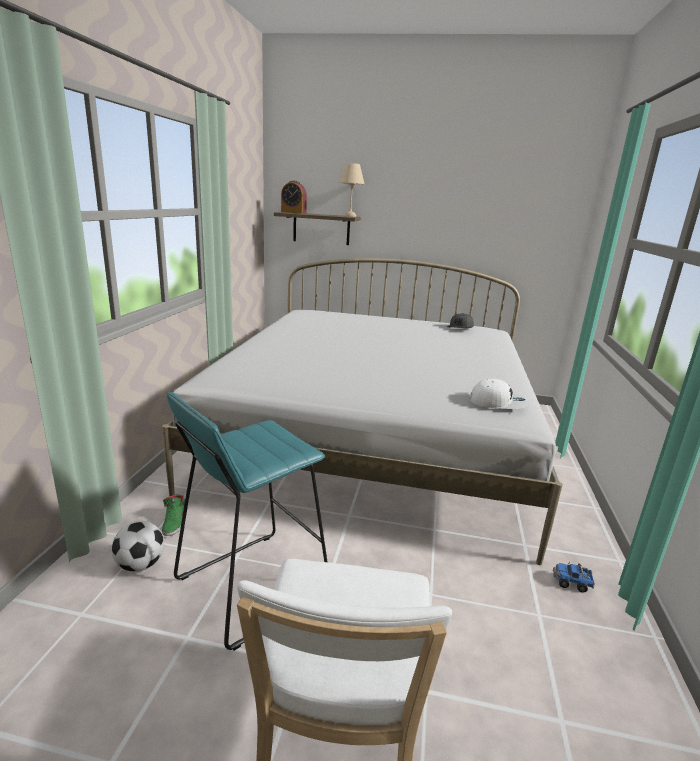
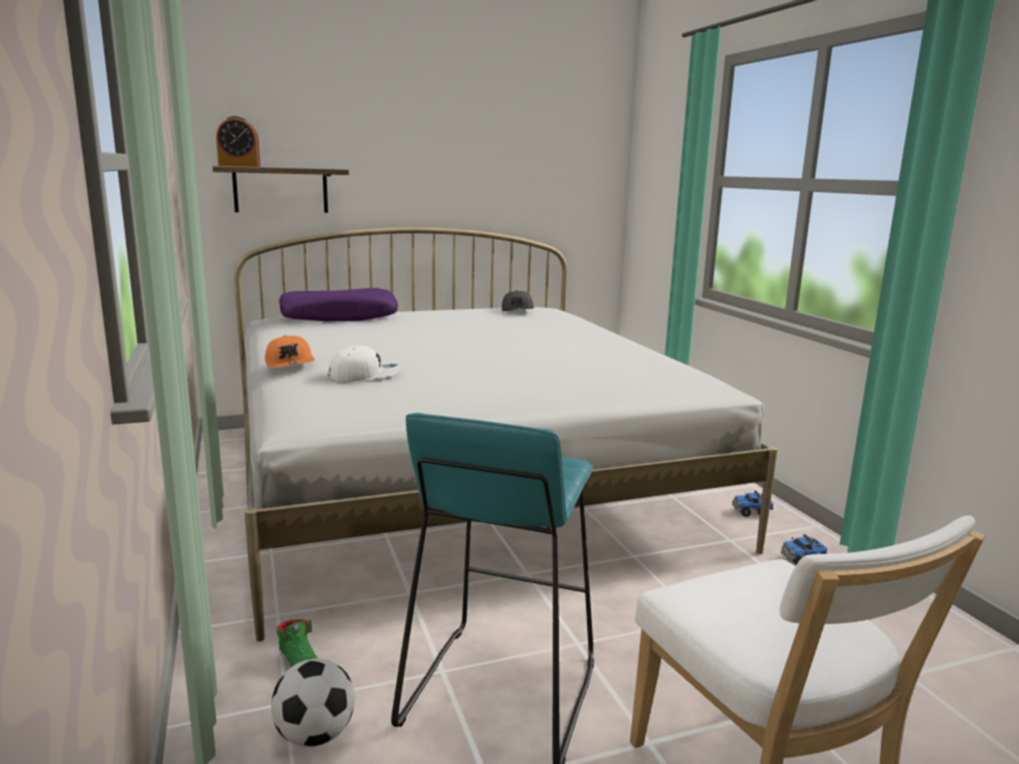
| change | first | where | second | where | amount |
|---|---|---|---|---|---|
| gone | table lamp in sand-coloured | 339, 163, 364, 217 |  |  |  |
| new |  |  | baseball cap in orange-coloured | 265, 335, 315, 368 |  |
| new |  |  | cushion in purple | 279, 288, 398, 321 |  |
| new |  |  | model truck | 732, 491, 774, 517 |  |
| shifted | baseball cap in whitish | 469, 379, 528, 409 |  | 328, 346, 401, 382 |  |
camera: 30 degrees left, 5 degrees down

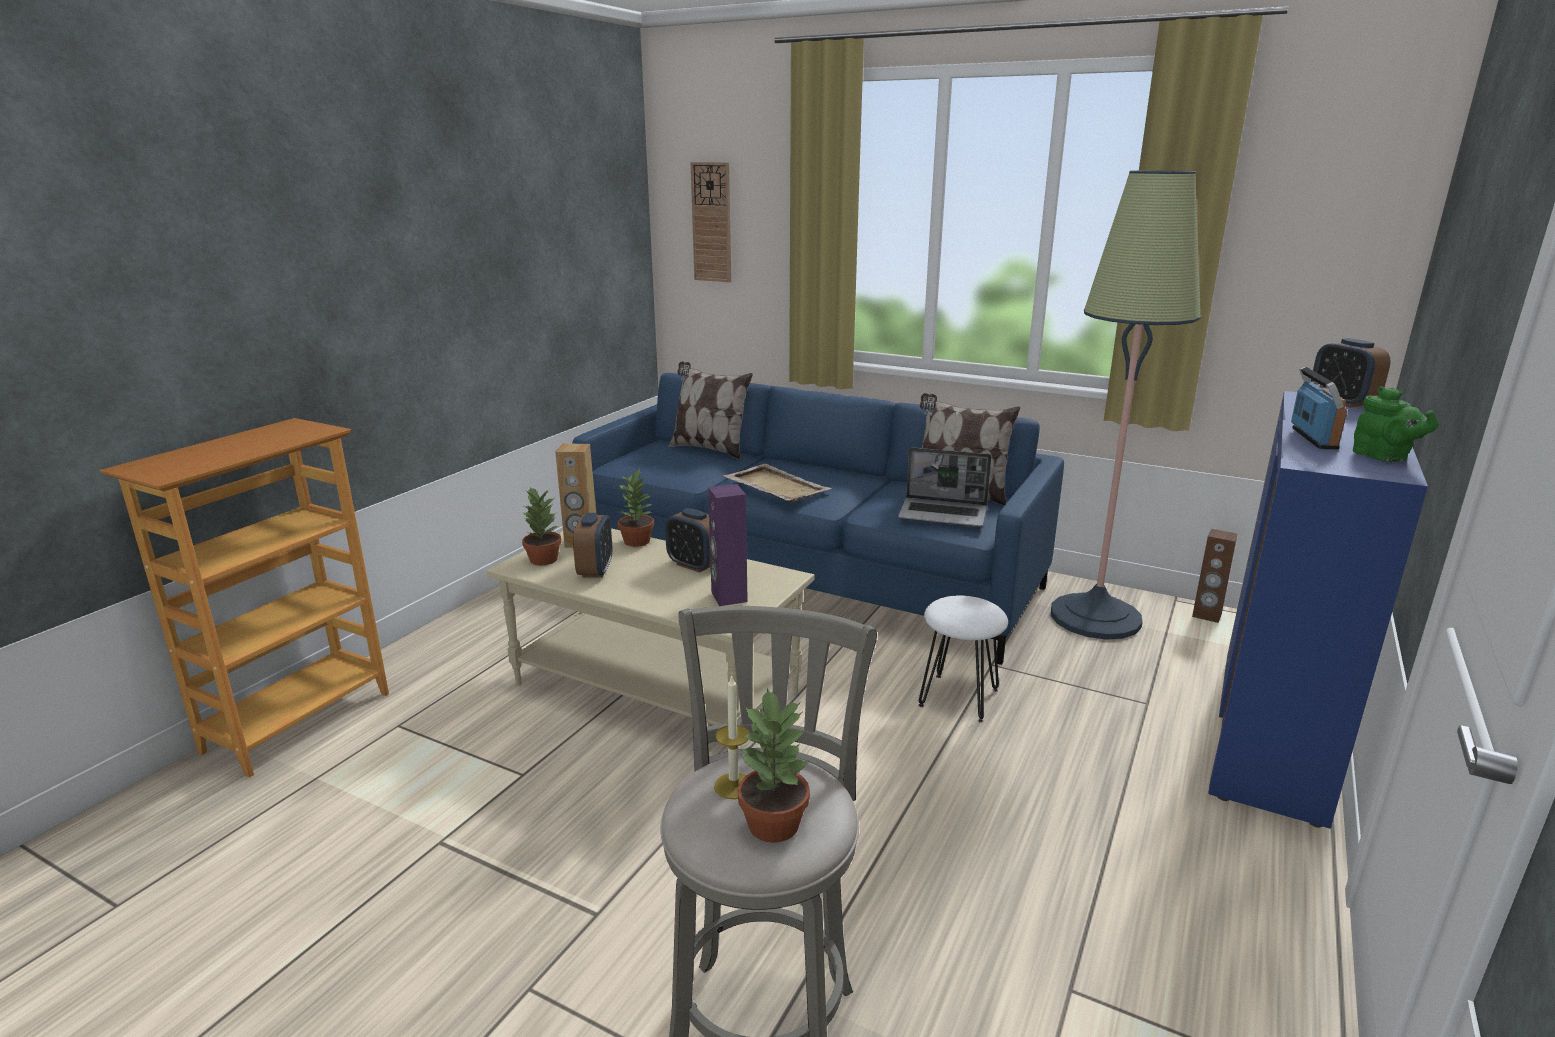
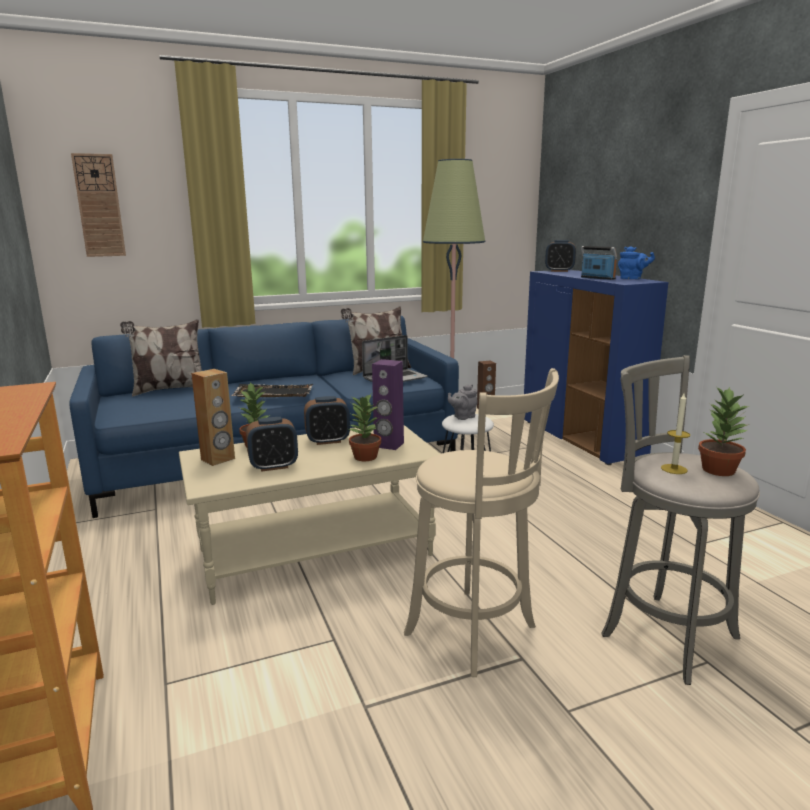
| change | first | where | second | where | amount |
|---|---|---|---|---|---|
| new |  |  | stool in sand-coloured | 404, 368, 559, 677 |  |
| new |  |  | tea pot in gray | 448, 384, 478, 420 |  |
| shifted | houseplant | 522, 487, 561, 565 |  | 349, 394, 381, 461 |  |
| repainted | tray in sand-coloured | 723, 464, 832, 502 | tray in black | 231, 384, 313, 397 |  |
| repainted | tea pot in greenish | 1353, 386, 1438, 462 | tea pot in blue | 618, 246, 655, 279 |  |
| rotated | table clock | 573, 513, 612, 578 |  | 246, 417, 298, 472 | 120 degrees clockwise |
camera: 50 degrees left, 5 degrees down

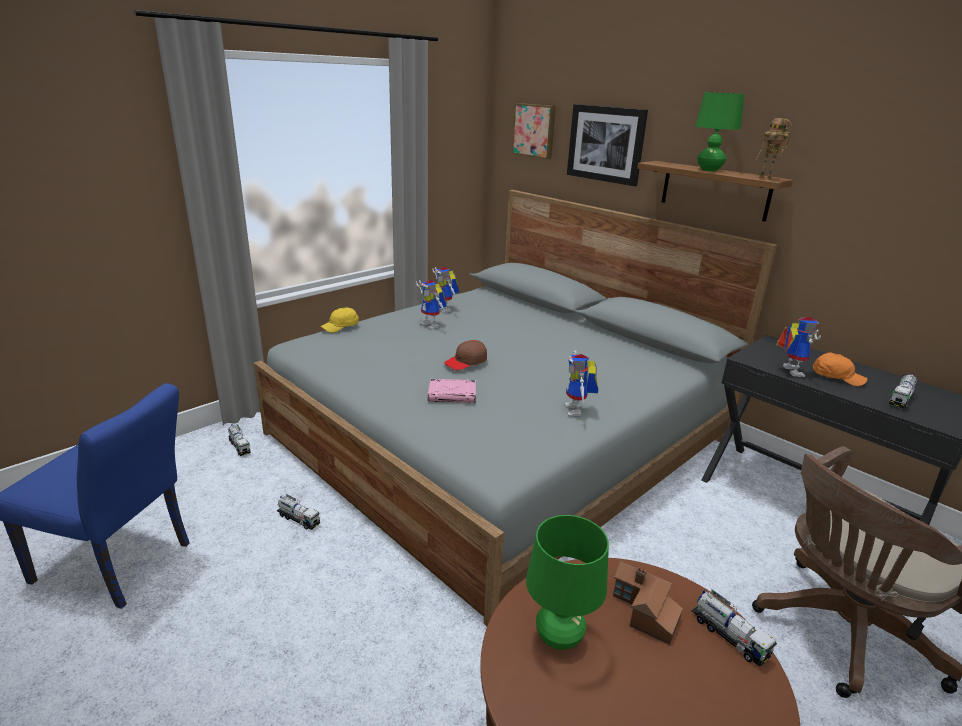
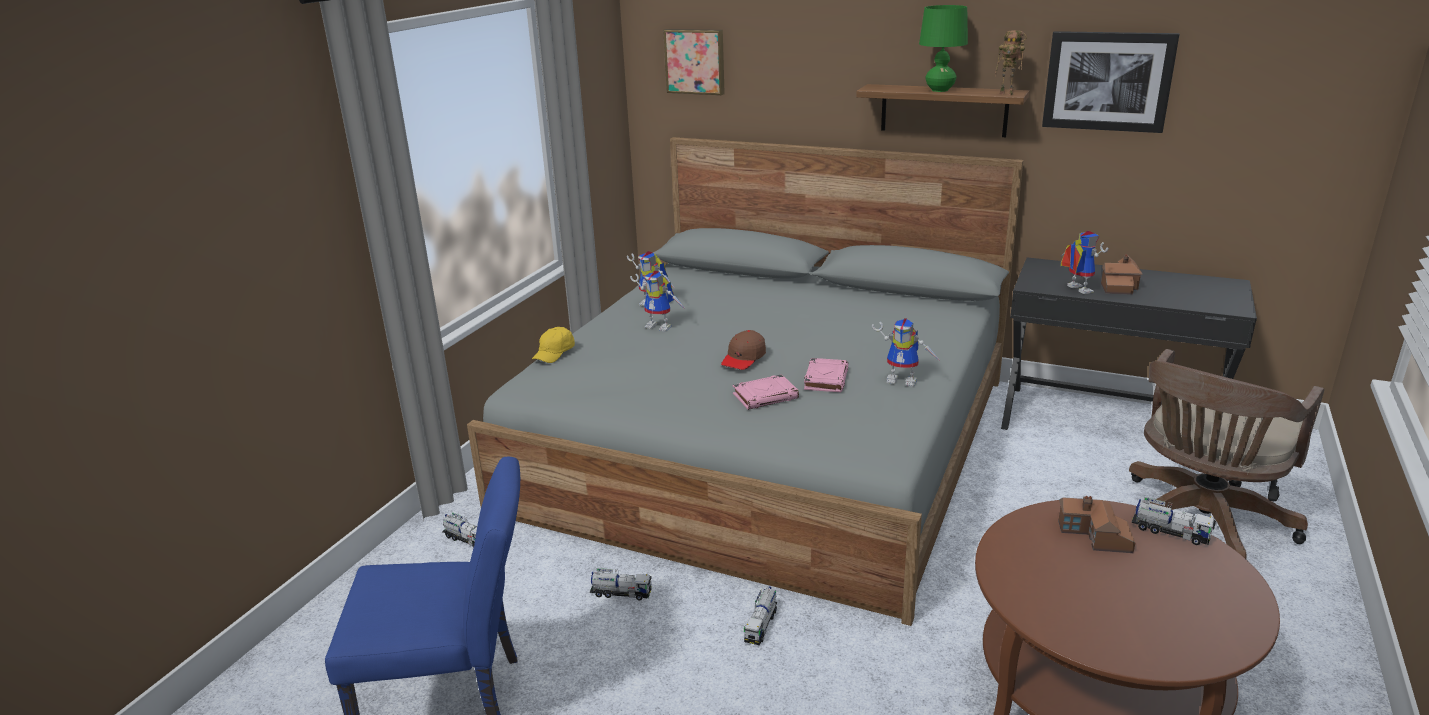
| change | first | where | second | where | amount |
|---|---|---|---|---|---|
| gone | table lamp in greenish | 526, 515, 609, 650 |  |  |  |
| new |  |  | book in pink | 804, 358, 849, 392 |  |
| shifted | wall picture | 567, 104, 648, 186 |  | 1042, 31, 1180, 133 |  |
| shifted | model truck | 889, 373, 919, 408 |  | 744, 587, 777, 645 |  |
| swapped | baseball cap in orange-coloured | 813, 352, 867, 386 | toy house | 1101, 254, 1142, 295 |  |
| rotated | model robot | 565, 350, 598, 417 |  | 872, 318, 941, 387 | 45 degrees counterclockwise |
camera: 20 degrees left, 0 degrees up

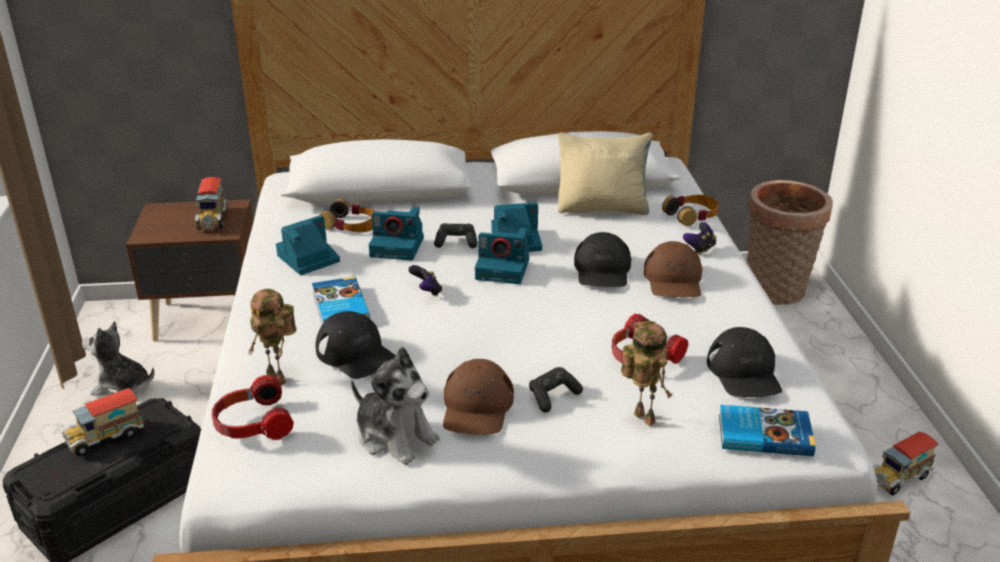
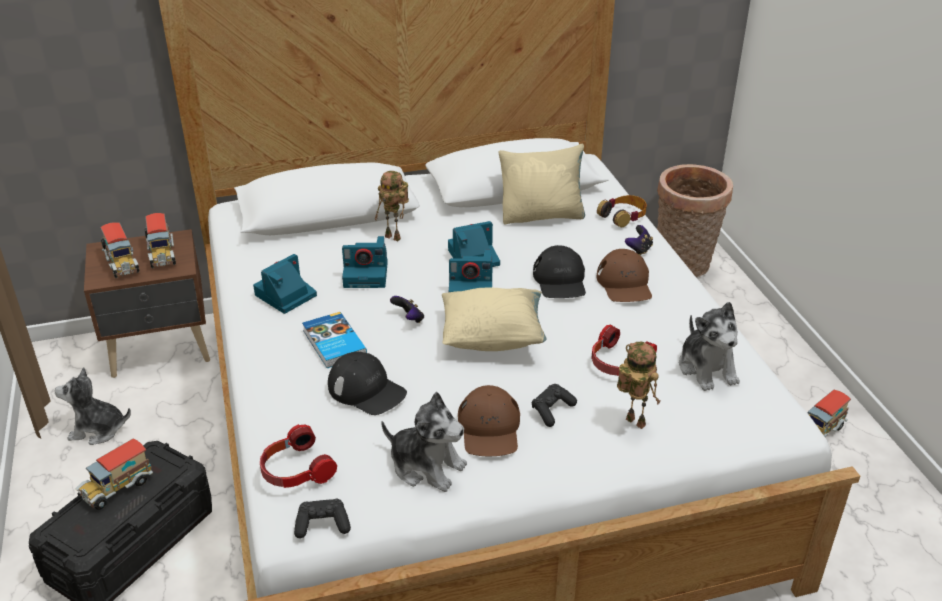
| change | first | where | second | where | amount |
|---|---|---|---|---|---|
| gone | headset | 320, 199, 375, 232 |  |  |  |
| gone | book | 719, 405, 816, 456 |  |  |  |
| new |  |  | model truck | 100, 222, 139, 278 |  |
| new |  |  | cushion in sand-coloured | 442, 288, 547, 351 |  |
| shifted | model robot | 248, 289, 297, 385 |  | 375, 171, 409, 241 |  |
| shifted | gamepad in black | 434, 223, 477, 248 |  | 294, 499, 351, 538 |  |
| swapped | baseball cap in black | 707, 327, 782, 397 | cuddly toy | 679, 302, 740, 391 |  |
camera: 10 degrees left, 5 degrees up

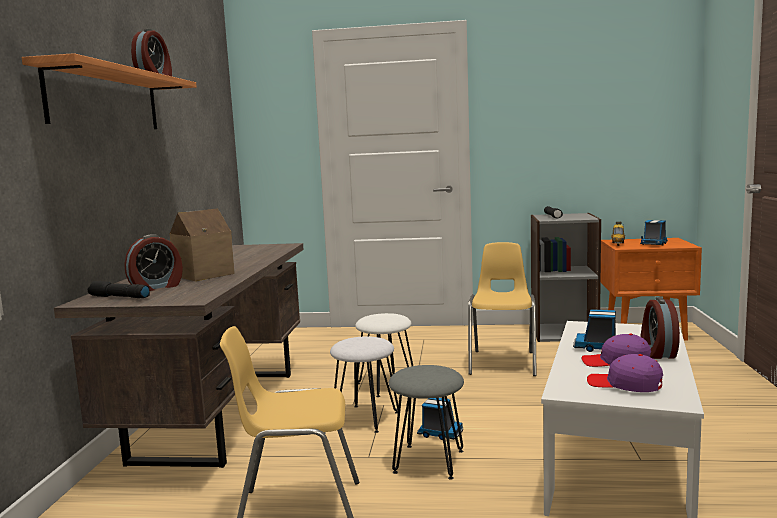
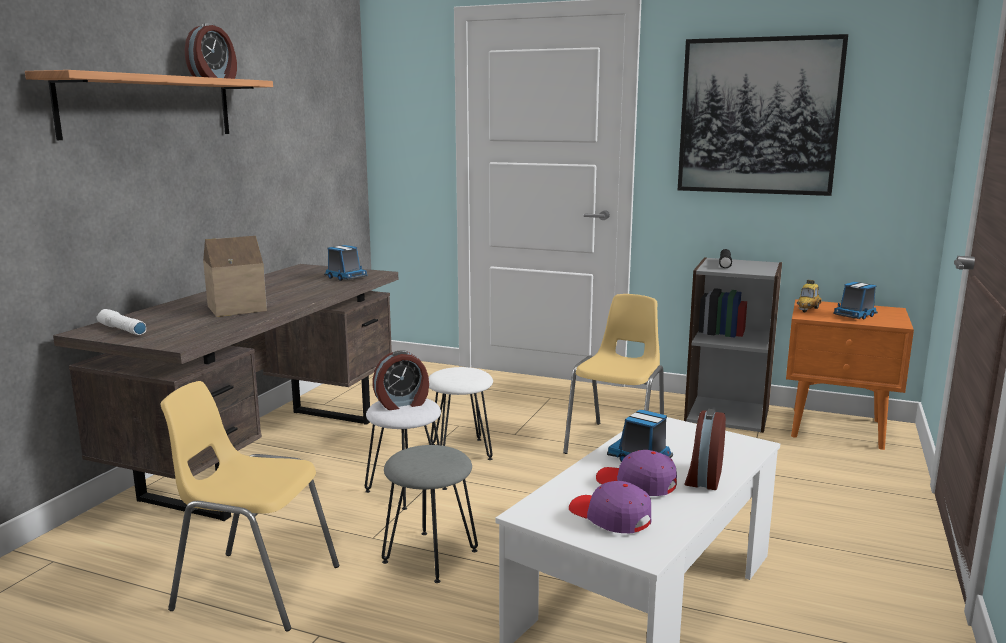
| change | first | where | second | where | amount |
|---|---|---|---|---|---|
| new |  |  | wall picture | 678, 34, 848, 196 |  |
| shifted | table clock | 124, 234, 183, 291 |  | 373, 350, 429, 410 |  |
| shifted | model truck | 417, 398, 463, 440 |  | 324, 245, 367, 281 |  |
| repainted | torch in black | 88, 281, 150, 298 | torch in whitish | 97, 309, 146, 335 |  |
camera: 15 degrees right, 5 degrees up

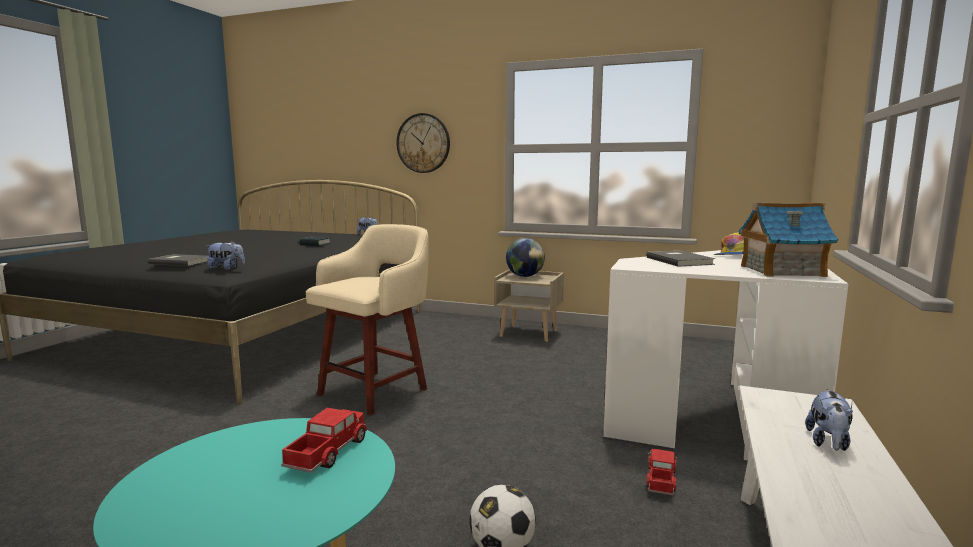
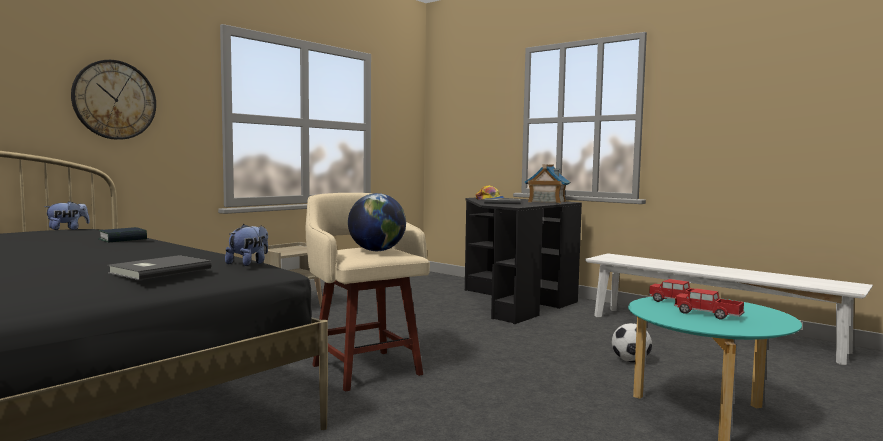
| change | first | where | second | where | amount |
|---|---|---|---|---|---|
| gone | cuddly toy | 805, 389, 853, 451 |  |  |  |
| shifted | world globe | 506, 238, 545, 277 |  | 348, 193, 406, 251 |  |
| shifted | model truck | 647, 449, 677, 496 |  | 674, 288, 745, 319 |  |
| repainted | desk table in whitish | 603, 250, 848, 461 | desk table in black | 465, 198, 582, 324 |  |
camera: 70 degrees left, 5 degrees down

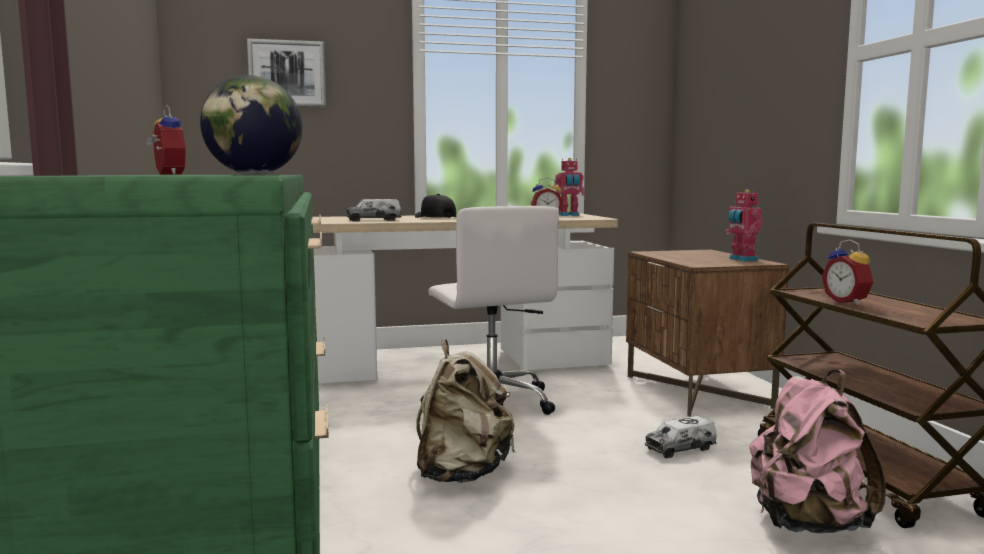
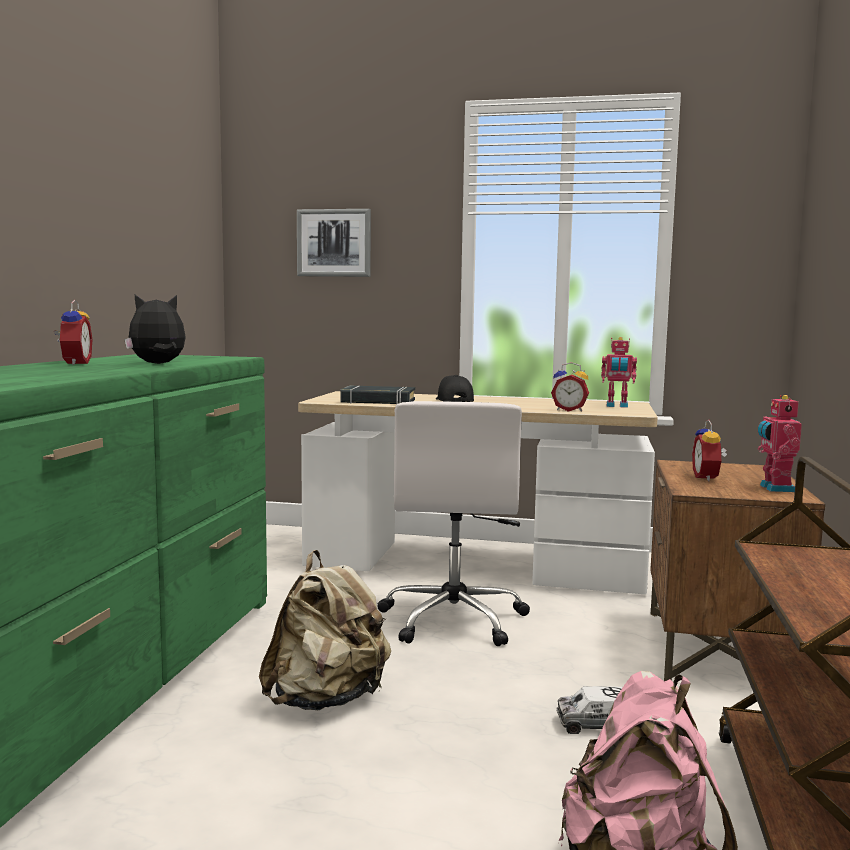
| change | first | where | second | where | amount |
|---|---|---|---|---|---|
| shifted | table clock | 822, 239, 873, 305 |  | 692, 420, 727, 481 |  |
| swapped | world globe | 200, 75, 303, 174 | cuddly toy | 124, 295, 186, 364 |  |
| swapped | model truck | 346, 199, 401, 222 | book in black | 340, 385, 415, 404 |  |
camera: 25 degrees right, 0 degrees up

